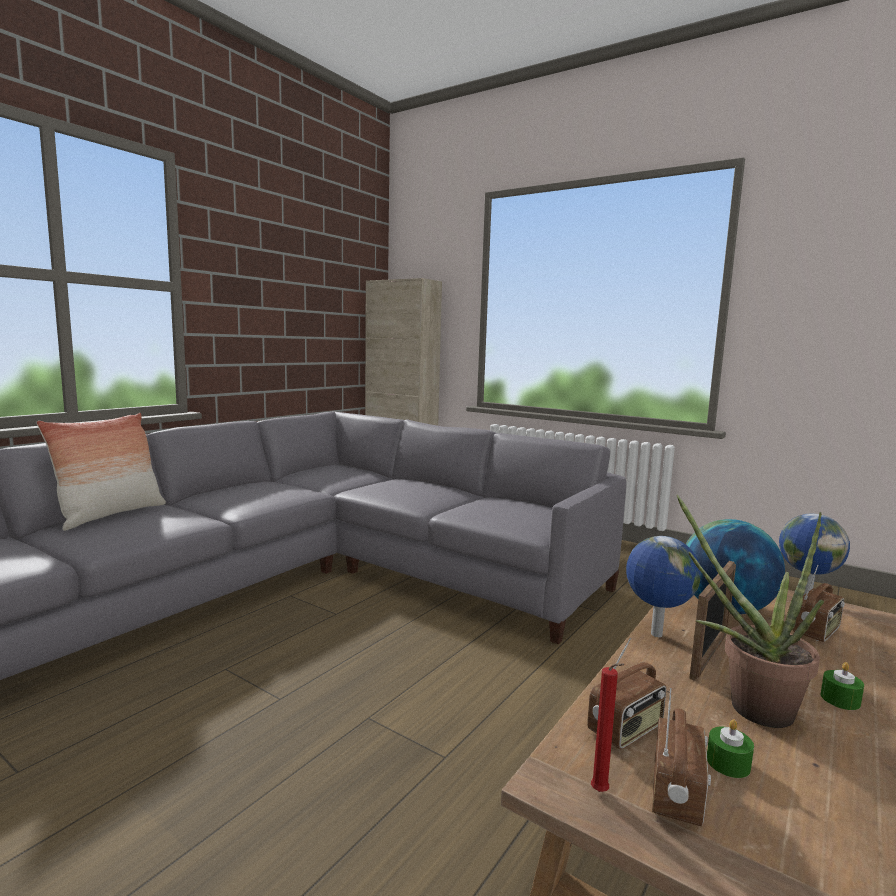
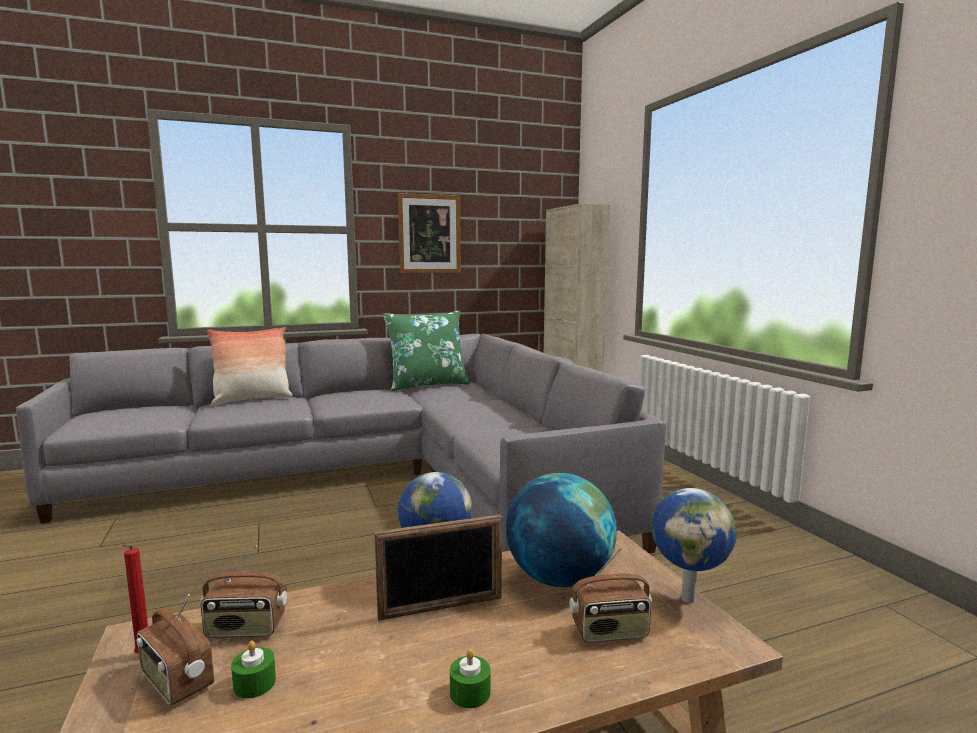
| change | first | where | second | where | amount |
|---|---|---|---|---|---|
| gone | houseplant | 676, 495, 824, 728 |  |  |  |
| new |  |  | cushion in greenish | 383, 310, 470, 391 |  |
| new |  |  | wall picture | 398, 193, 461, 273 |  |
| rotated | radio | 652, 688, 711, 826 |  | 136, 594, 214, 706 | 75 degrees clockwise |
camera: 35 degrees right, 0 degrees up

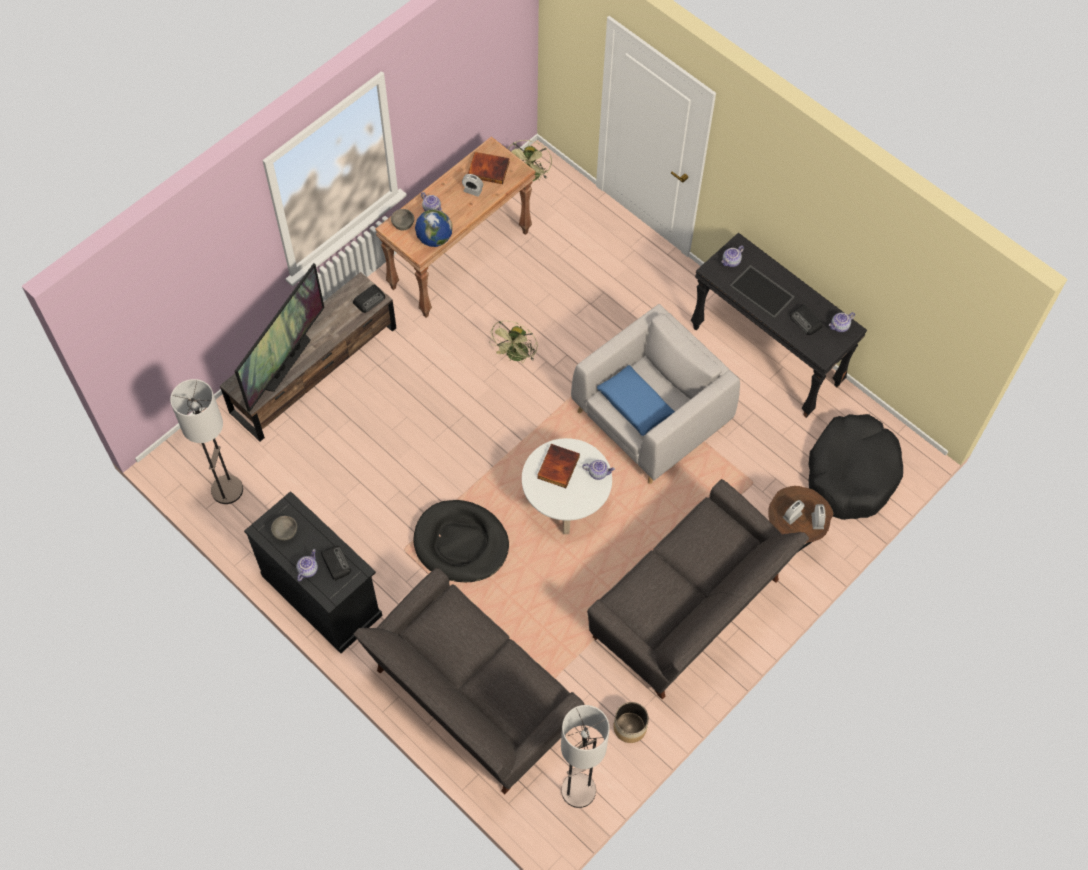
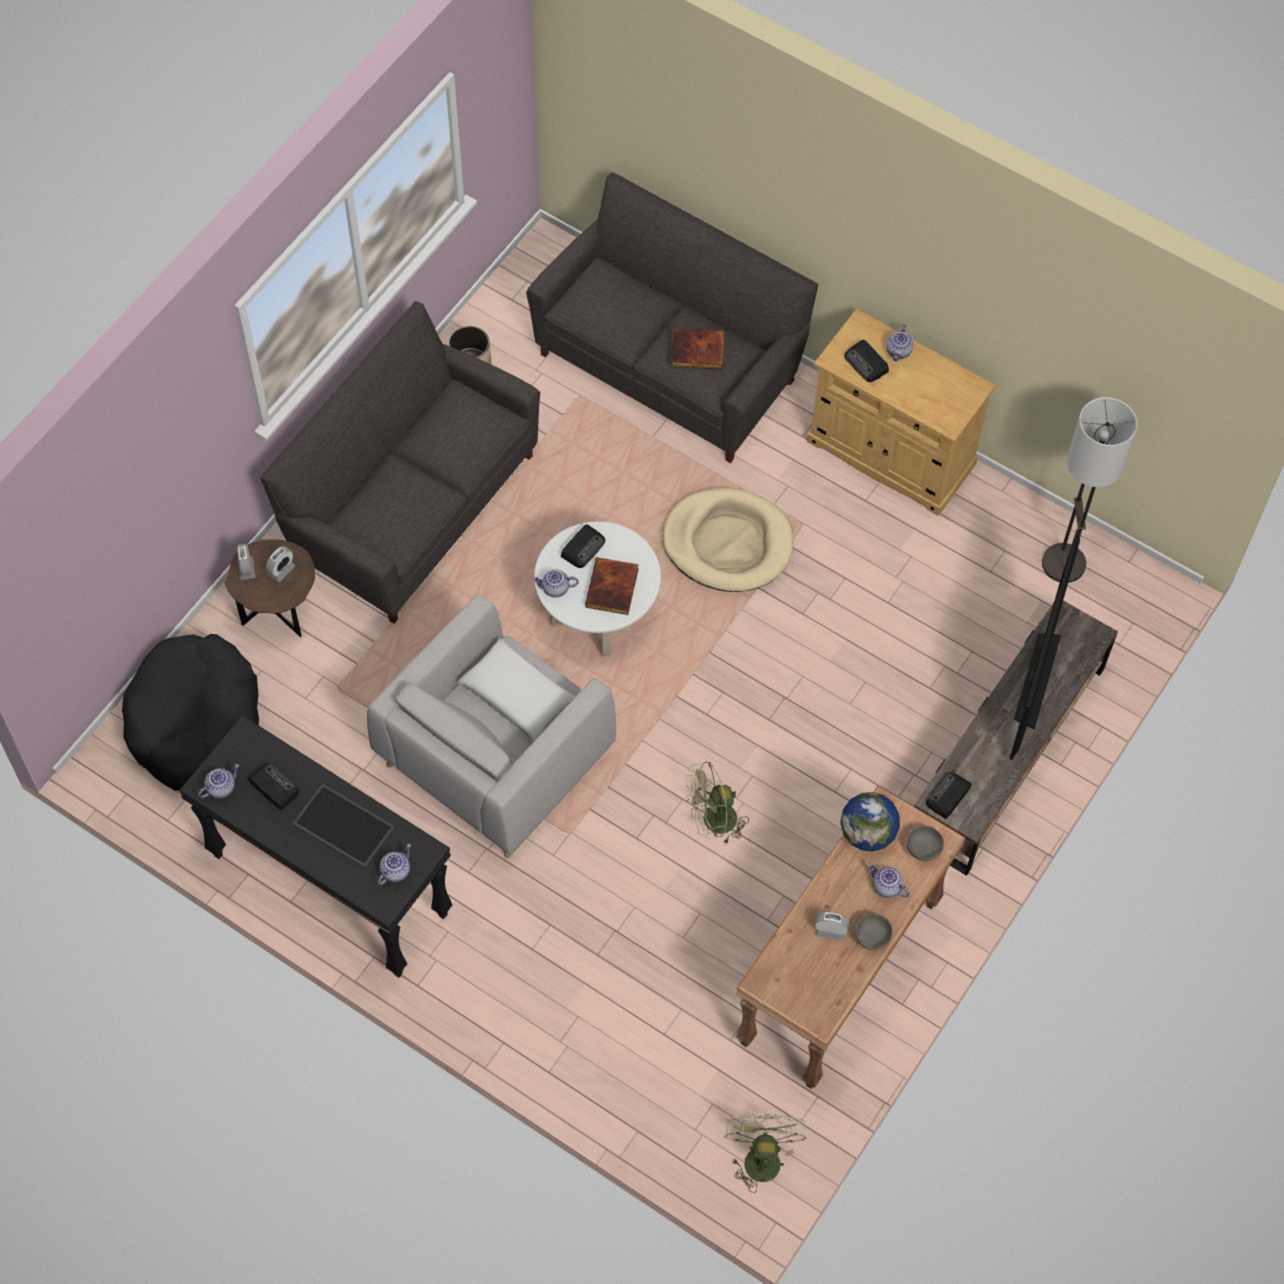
| change | first | where | second | where | amount |
|---|---|---|---|---|---|
| gone | standing lamp | 561, 705, 610, 808 |  |  |  |
| new |  |  | radio | 561, 524, 605, 568 |  |
| shifted | bowl in gray | 271, 516, 297, 540 |  | 855, 913, 893, 951 |  |
| shifted | book | 468, 152, 510, 184 |  | 671, 328, 724, 370 |  |
| repainted | cabinet in black | 244, 491, 382, 653 | cabinet in sand-coloured | 807, 309, 996, 516 |  |
| repainted | dog cushion in black | 413, 500, 509, 582 | dog cushion in sand-coloured | 663, 488, 794, 592 |  |
| repainted | cushion in blue | 597, 365, 675, 436 | cushion in whitish | 458, 638, 576, 742 |  |
| rotated | cooling fan in greenish | 489, 321, 538, 363 |  | 686, 762, 749, 844 | 120 degrees counterclockwise |
camera: 170 degrees right, 0 degrees up

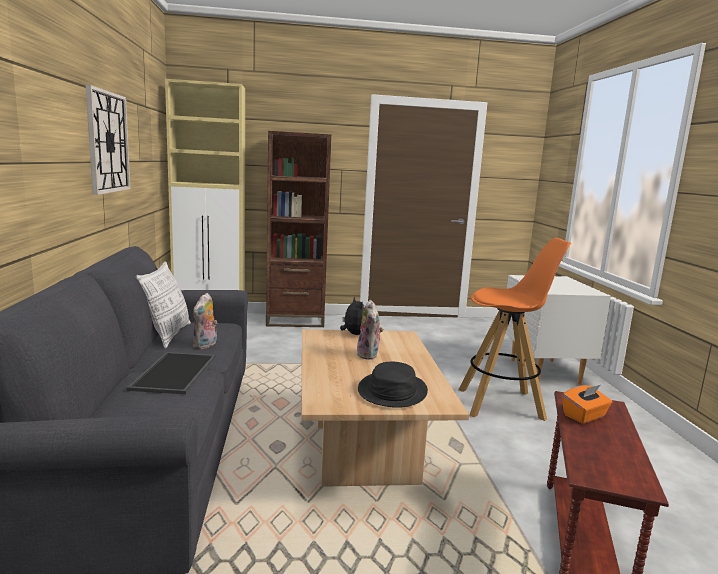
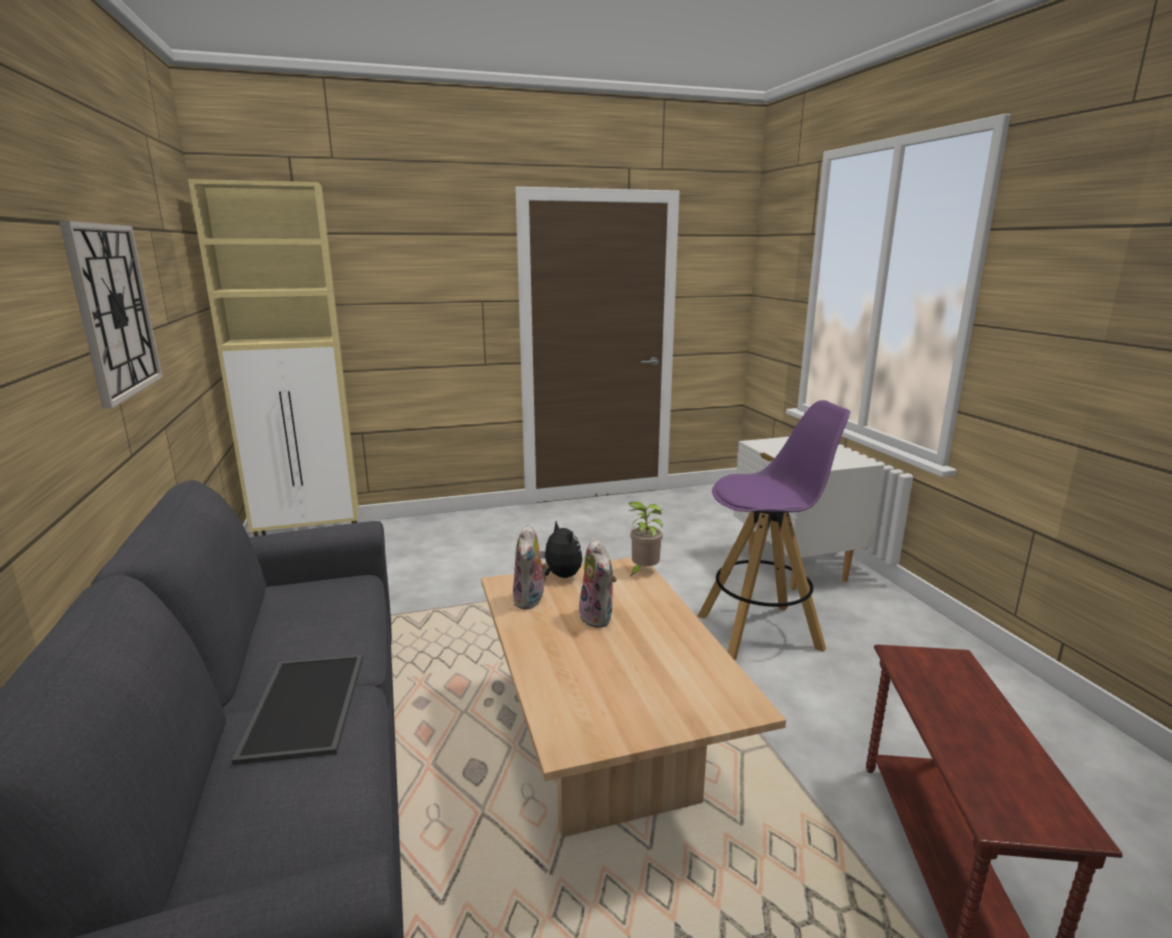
| change | first | where | second | where | amount |
|---|---|---|---|---|---|
| gone | cushion | 136, 261, 191, 348 |  |  |  |
| gone | shelving unit in brownish | 266, 131, 331, 327 |  |  |  |
| gone | hat in black | 358, 362, 428, 408 |  |  |  |
| gone | tissue box in orange-coloured | 562, 385, 612, 424 |  |  |  |
| new |  |  | houseplant | 629, 502, 663, 576 |  |
| shifted | cuddly toy | 193, 293, 217, 349 |  | 513, 524, 549, 609 |  |
| repainted | stool in orange-coloured | 458, 238, 572, 421 | stool in purple | 697, 400, 850, 660 |  |
camera: 10 degrees left, 5 degrees up

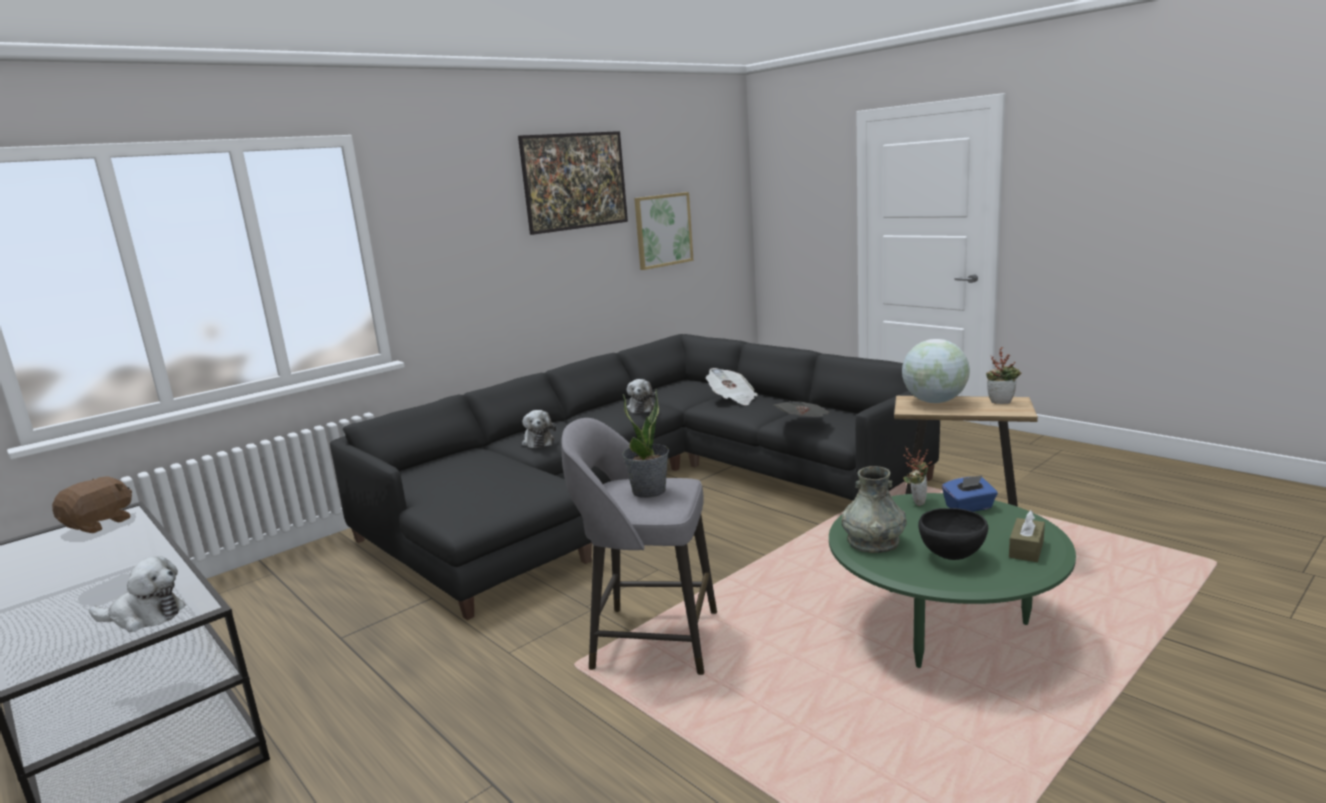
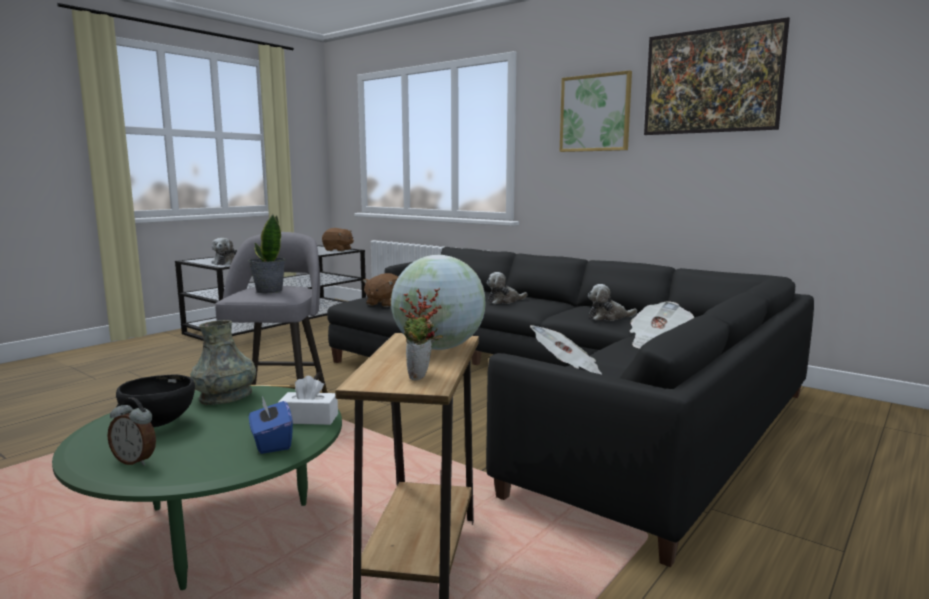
| change | first | where | second | where | amount |
|---|---|---|---|---|---|
| new |  |  | cuddly toy in brownish | 363, 273, 398, 307 |  |
| shifted | wall picture | 634, 192, 694, 270 |  | 560, 70, 632, 152 |  |
| swapped | houseplant | 903, 447, 932, 506 | tissue box in whitish | 278, 376, 338, 425 |  |
| swapped | tissue box in brownish | 1009, 510, 1045, 562 | table clock | 107, 397, 156, 466 |  |
camera: 80 degrees right, 5 degrees down

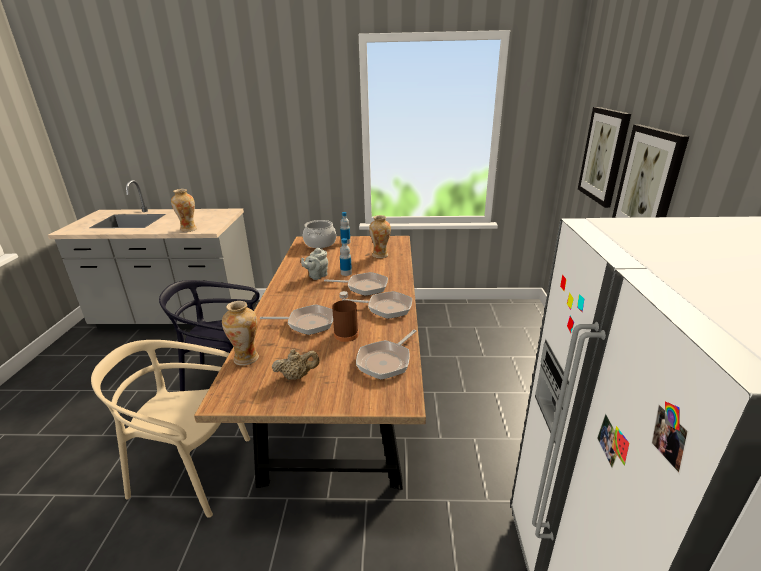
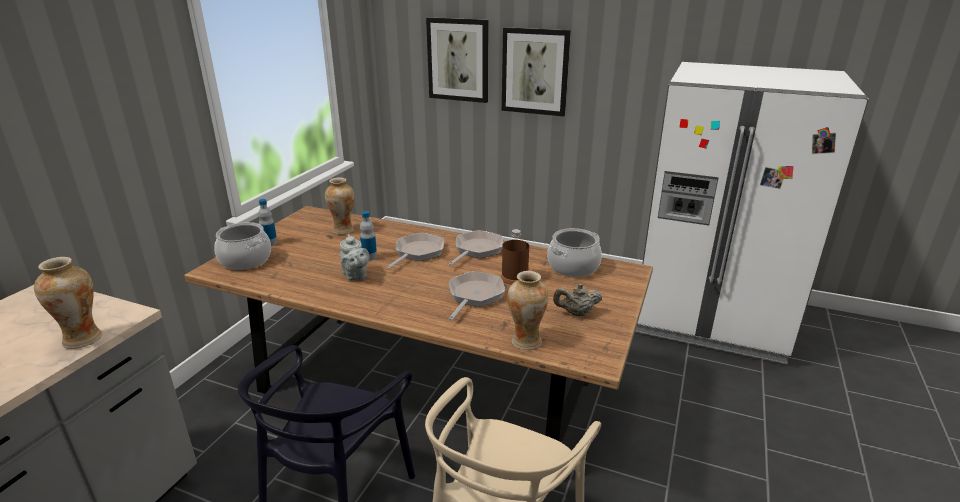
| change | first | where | second | where | amount |
|---|---|---|---|---|---|
| swapped | frying pan | 356, 330, 416, 380 | saucepot | 547, 228, 602, 277 |  |
| rotated | tea pot in sand-coloured | 272, 349, 319, 380 |  | 553, 284, 602, 316 | 105 degrees counterclockwise |
camera: 70 degrees left, 0 degrees up

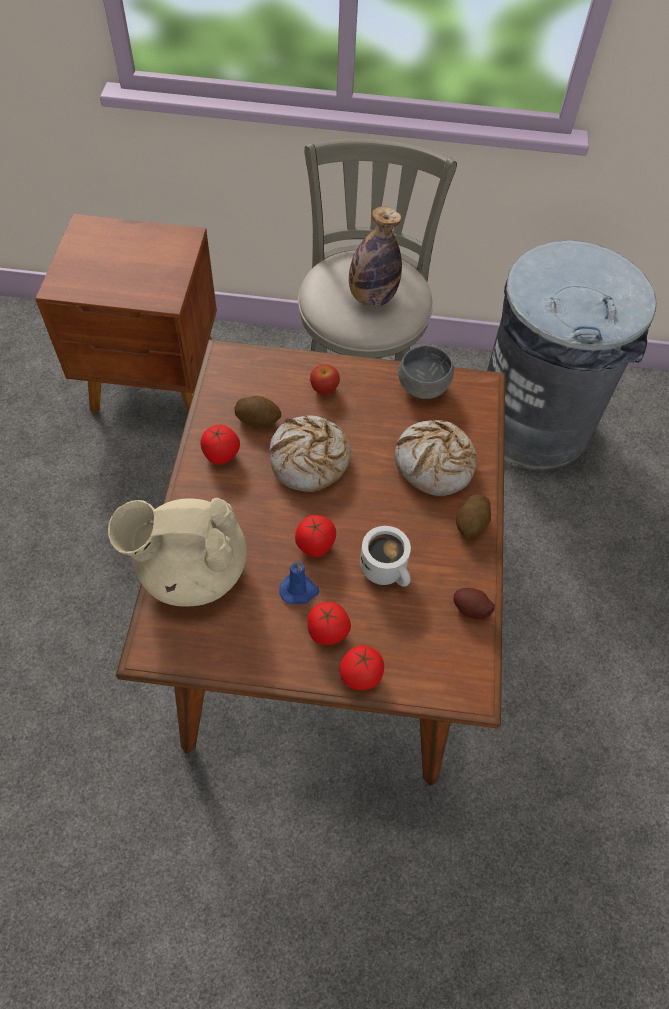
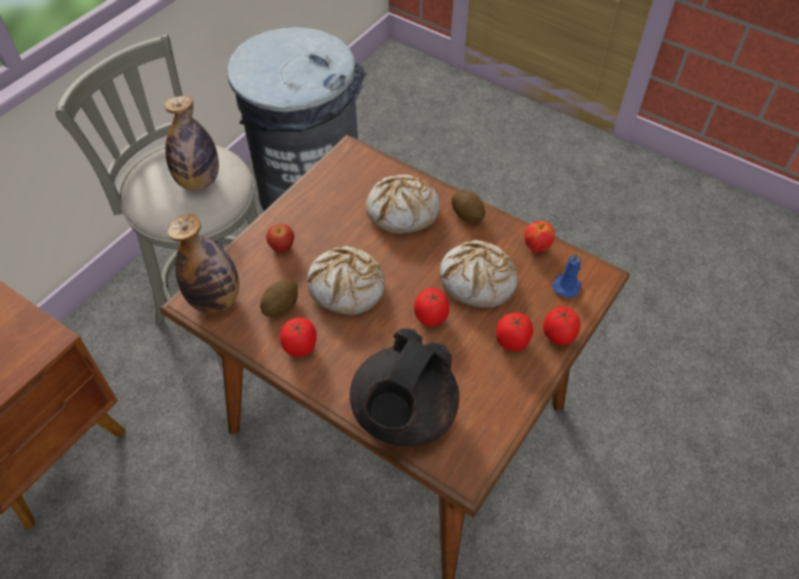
| change | first | where | second | where | amount |
|---|---|---|---|---|---|
| gone | bowl in gray | 398, 345, 454, 399 |  |  |  |
| new |  |  | bottle | 167, 214, 239, 314 |  |
| shifted | wax candle in blue | 279, 561, 319, 604 |  | 552, 252, 581, 298 |  |
| swapped | tea mug in whitish | 360, 526, 411, 587 | baked bread | 440, 240, 518, 308 |  |
| swapped | whole potato | 454, 588, 495, 619 | apple fruit | 524, 221, 555, 253 |  |
| repainted | tea pot in sand-coloured | 108, 498, 247, 607 | tea pot in black | 350, 328, 459, 446 |  |
camera: 60 degrees left, 5 degrees down

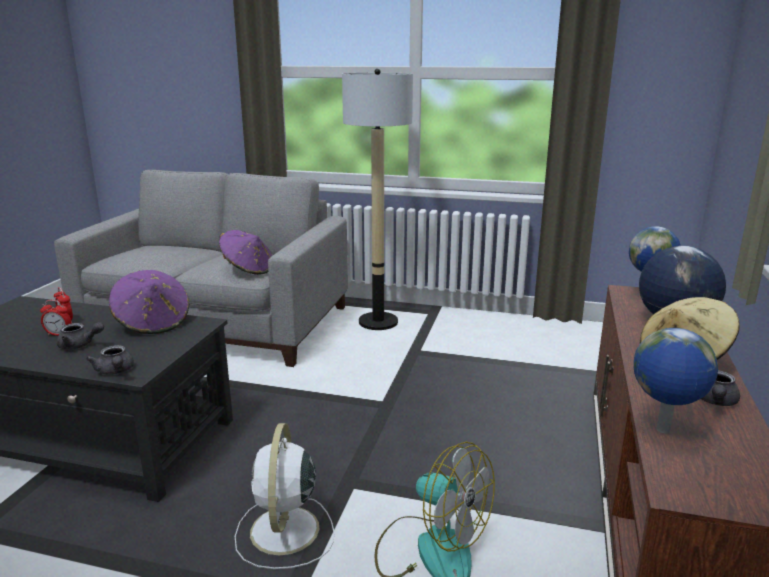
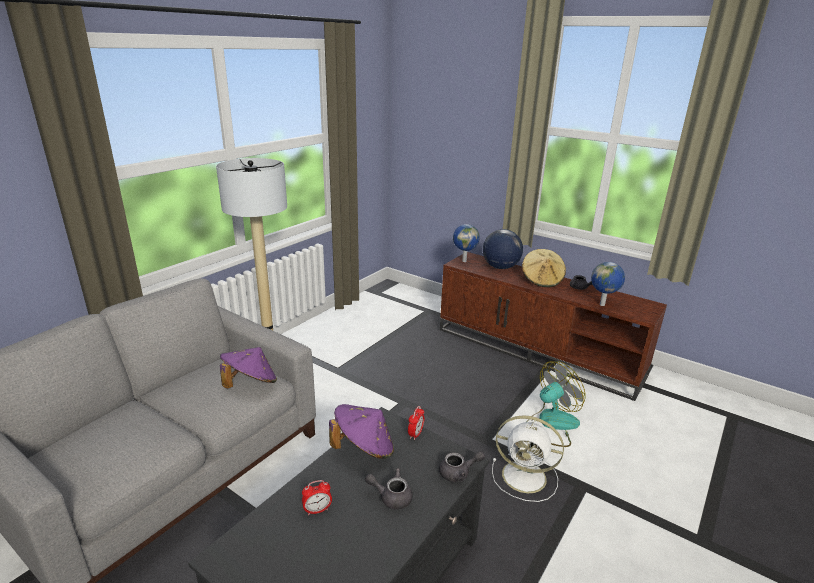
| change | first | where | second | where | amount |
|---|---|---|---|---|---|
| shifted | table clock | 40, 300, 71, 336 |  | 408, 406, 424, 440 |  |
| rotated | tea pot in gray | 57, 322, 104, 350 |  | 365, 468, 413, 510 | 105 degrees counterclockwise |
camera: 70 degrees left, 5 degrees up

